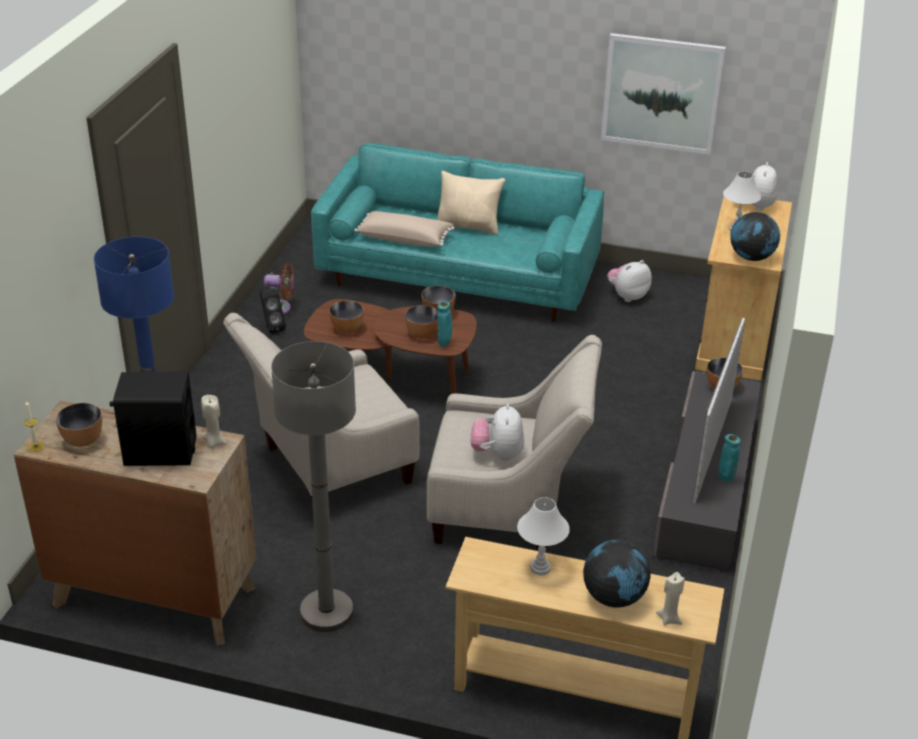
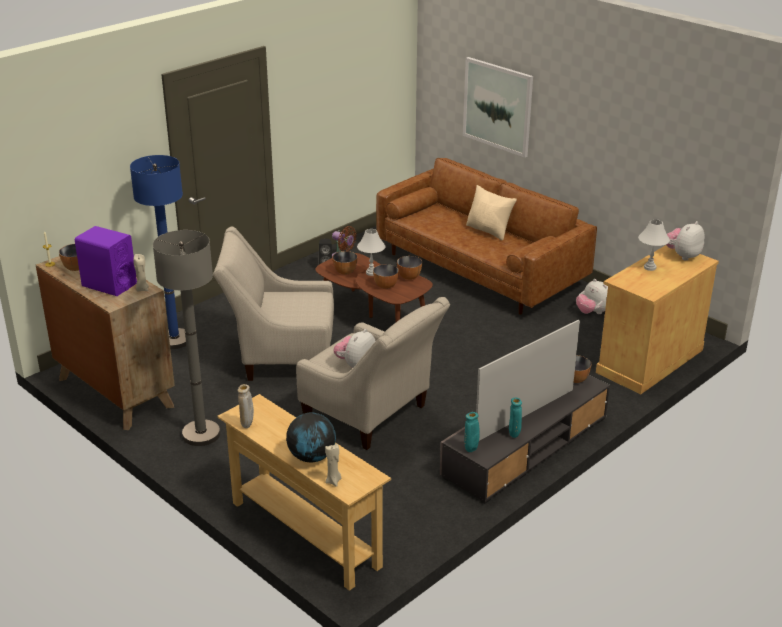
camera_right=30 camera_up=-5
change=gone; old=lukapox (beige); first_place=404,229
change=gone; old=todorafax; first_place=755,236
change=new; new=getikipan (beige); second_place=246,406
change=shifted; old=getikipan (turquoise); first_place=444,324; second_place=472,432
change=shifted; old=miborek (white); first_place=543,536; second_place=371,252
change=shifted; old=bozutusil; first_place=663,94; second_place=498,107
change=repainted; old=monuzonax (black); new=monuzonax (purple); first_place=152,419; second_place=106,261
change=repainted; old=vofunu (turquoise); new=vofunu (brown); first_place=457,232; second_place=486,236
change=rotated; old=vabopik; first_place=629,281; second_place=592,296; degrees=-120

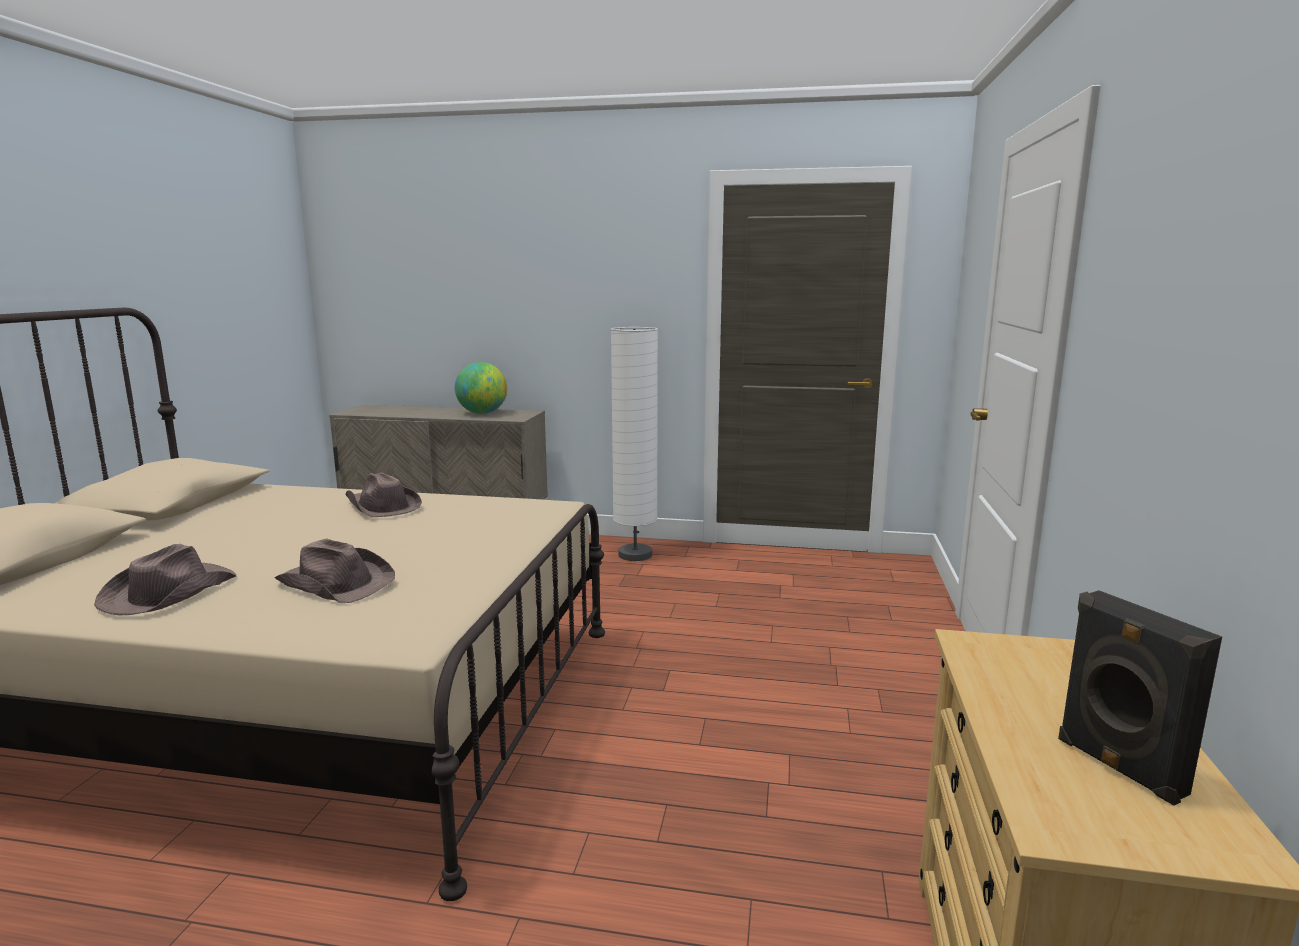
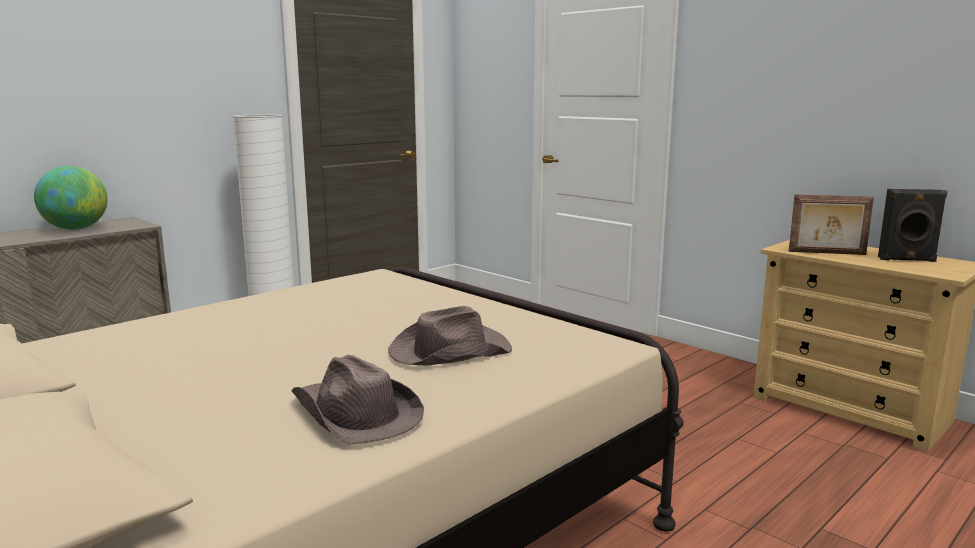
camera_right=-55 camera_up=0
change=gone; old=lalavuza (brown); first_place=384,495
change=new; new=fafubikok; second_place=831,224

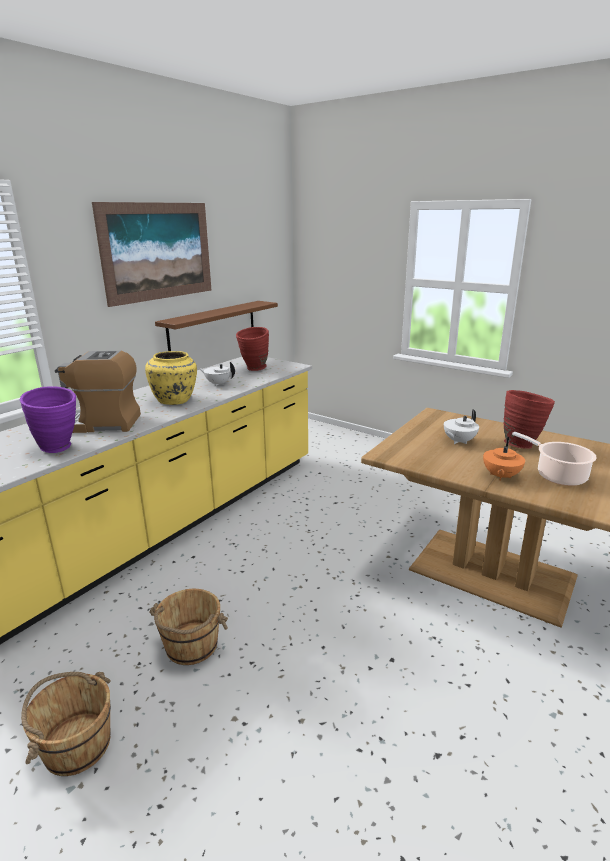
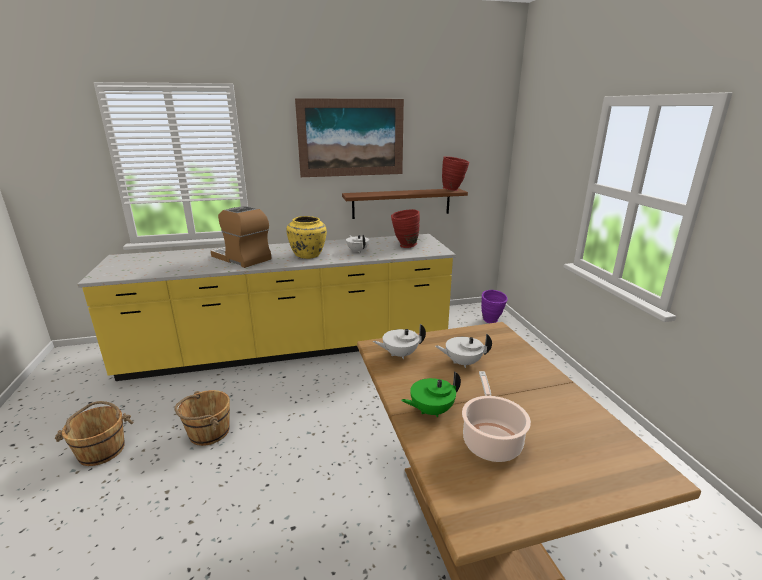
camera_right=40 camera_up=0
change=new; new=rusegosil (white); second_place=399,341
change=shifted; old=getikipan (purple); first_place=48,420; second_place=494,306
change=shifted; old=getikipan (red); first_place=529,419; second_place=455,173
change=repainted; old=rusegosil (orange); new=rusegosil (green); first_place=504,459; second_place=431,394

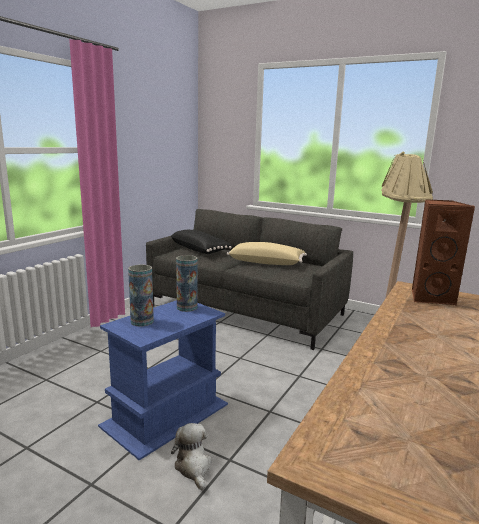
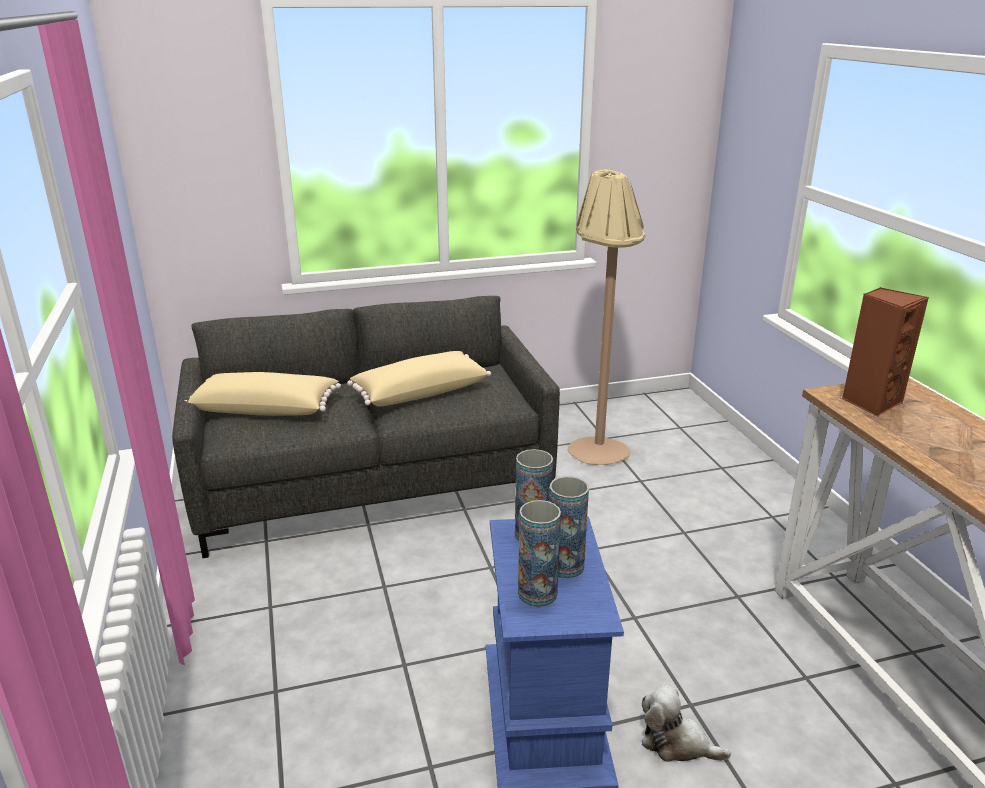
camera_right=-45 camera_up=10
change=new; new=getikipan; second_place=569,527
change=repainted; old=lukapox (black); new=lukapox (beige); first_place=201,242; second_place=263,394

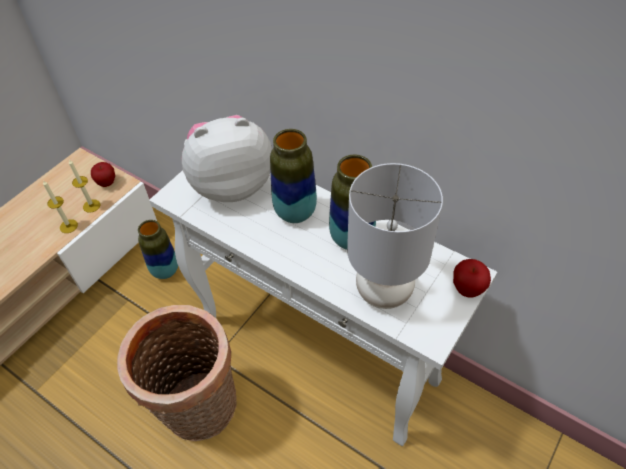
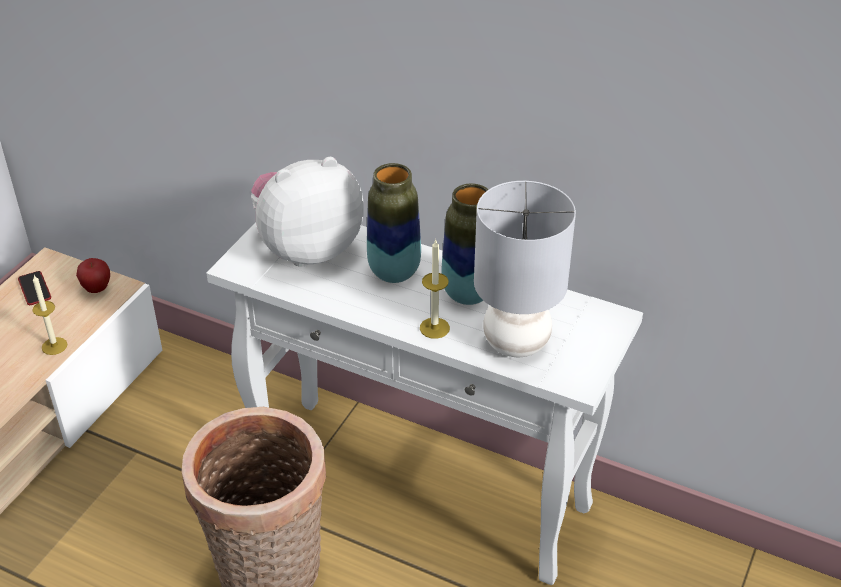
camera_right=-10 camera_up=-10
change=gone; old=getikipan; first_place=158,249
change=gone; old=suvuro; first_place=472,278
change=new; new=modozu; second_place=34,288
change=shifted; old=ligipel; first_place=84,186; second_place=435,289

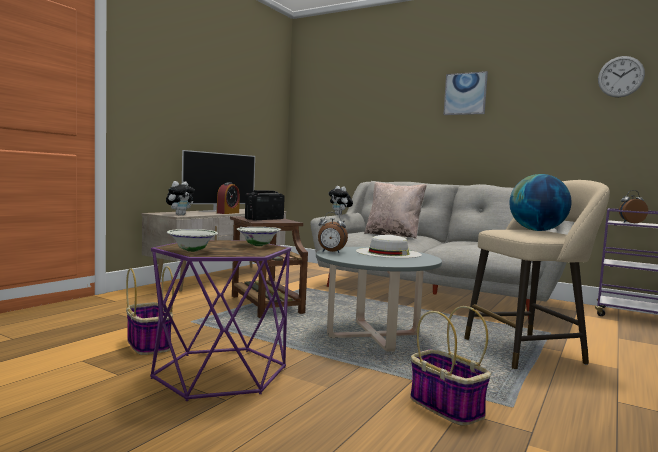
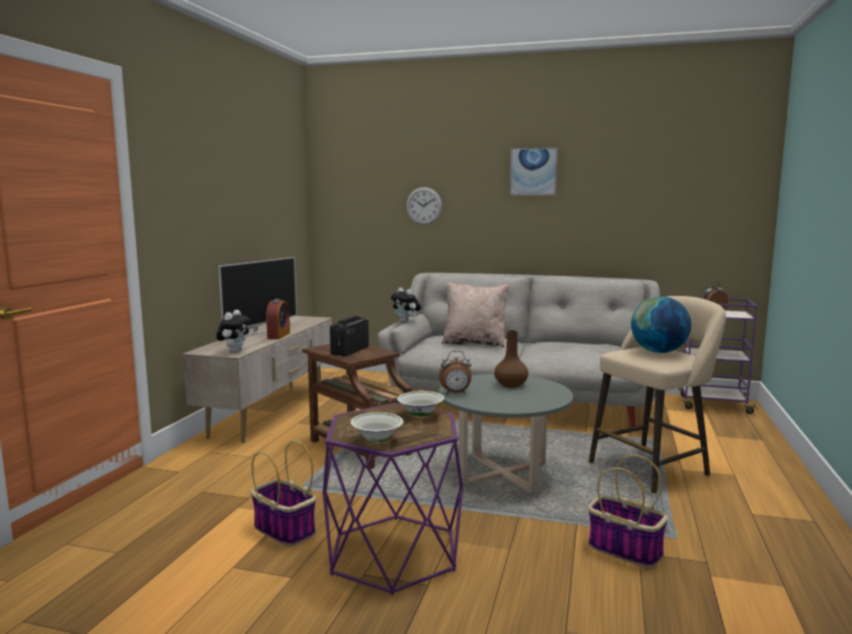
camera_right=-15 camera_up=5
change=shifted; old=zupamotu; first_place=621,76; second_place=424,206
change=swapped; old=lalavuza (white); new=getikipan (brown); first_place=389,246; second_place=511,359

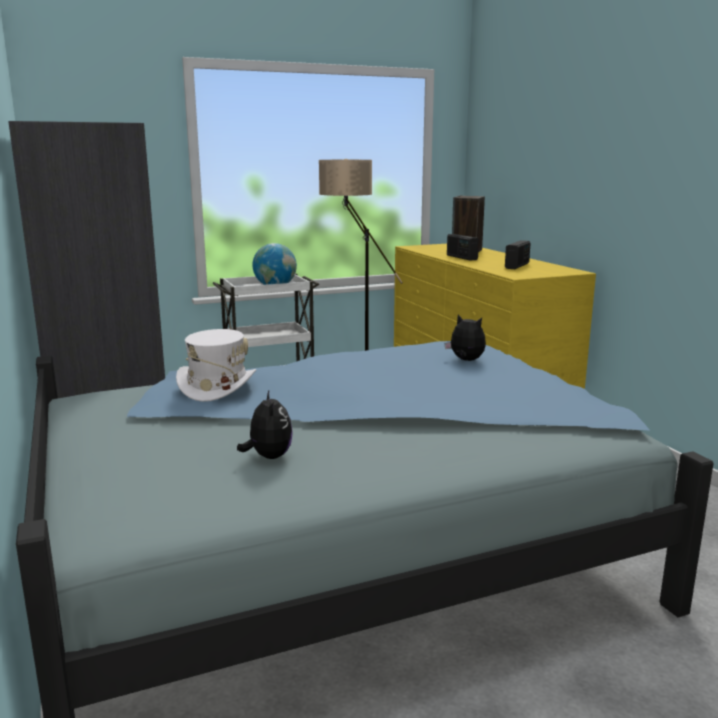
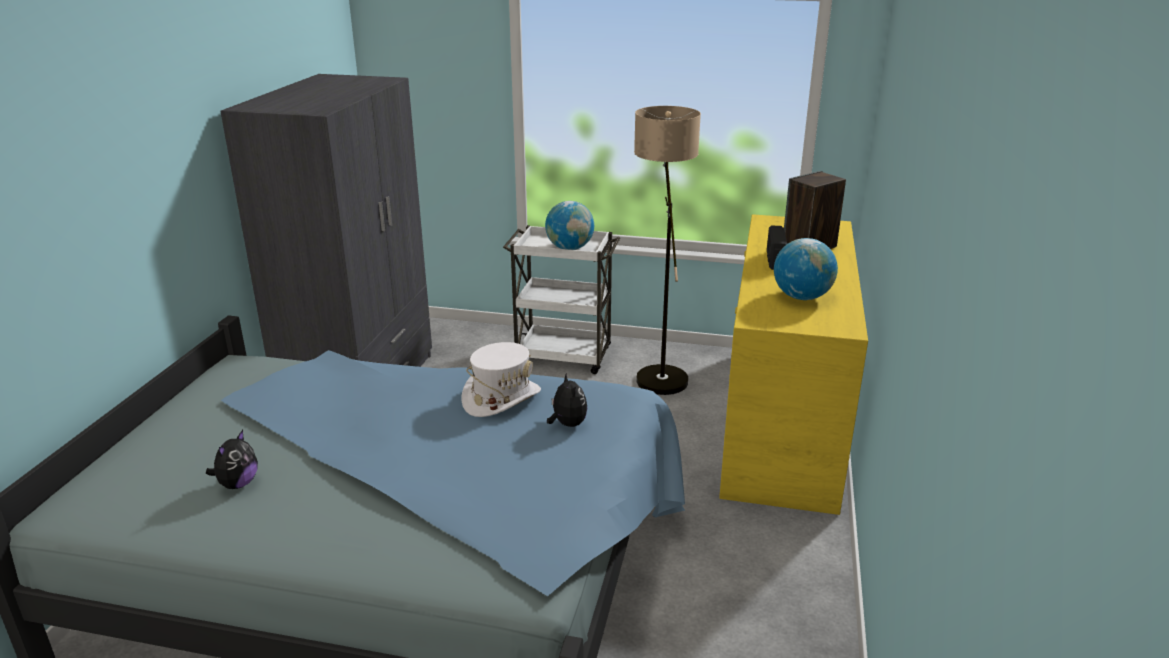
camera_right=35 camera_up=10
change=shifted; old=lalavuza (white); first_place=216,365; second_place=501,379
change=swapped; old=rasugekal; new=todorafax; first_place=518,254; second_place=806,269

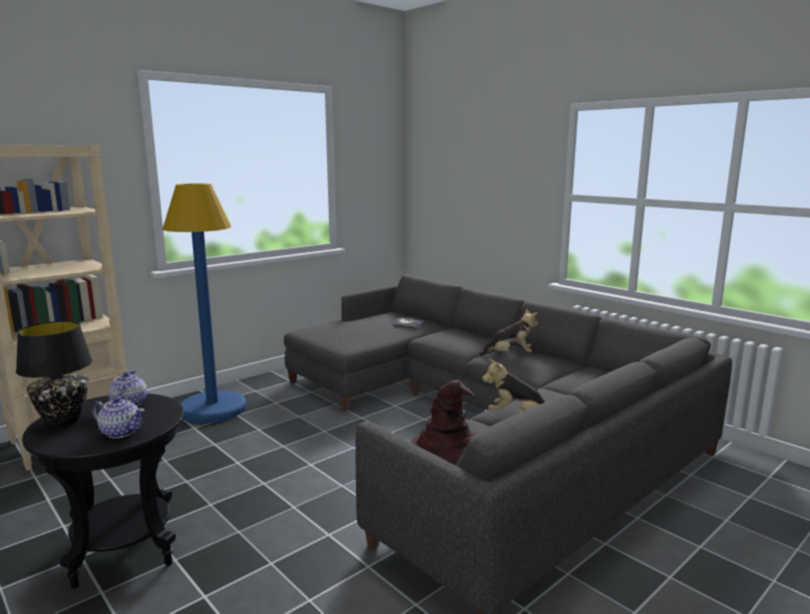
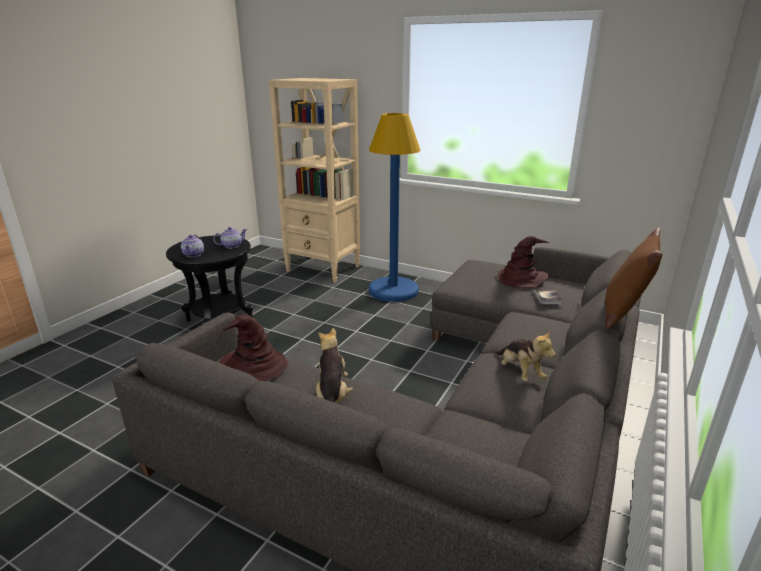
camera_right=70 camera_up=10
change=gone; old=miborek (black); first_place=54,374
change=new; new=lalavuza (brown); second_place=523,262
change=new; new=lukapox (brown); second_place=633,278

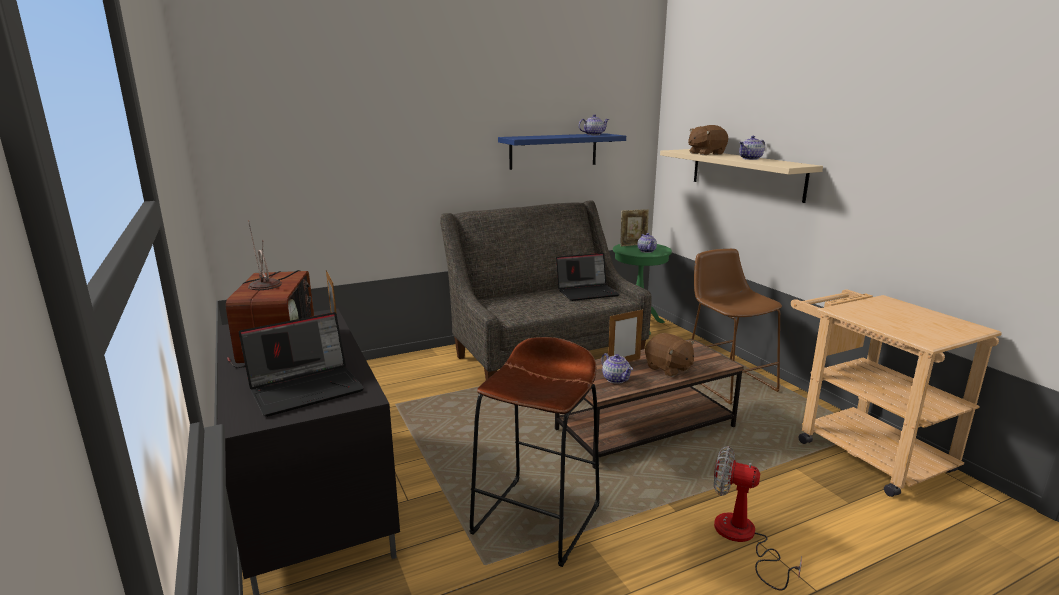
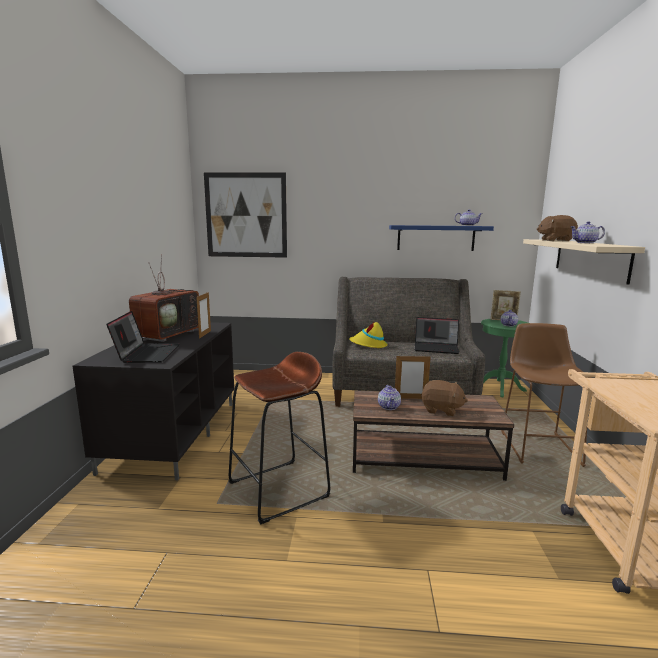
camera_right=30 camera_up=-5
change=gone; old=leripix; first_place=758,518
change=new; new=bozutusil; second_place=245,215
change=new; new=lalavuza (yellow); second_place=368,334
change=rotated; old=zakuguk; first_place=301,364; second_place=143,337; degrees=-90
change=rotated; old=vabopik (brown); first_place=670,355; second_place=444,398; degrees=-60

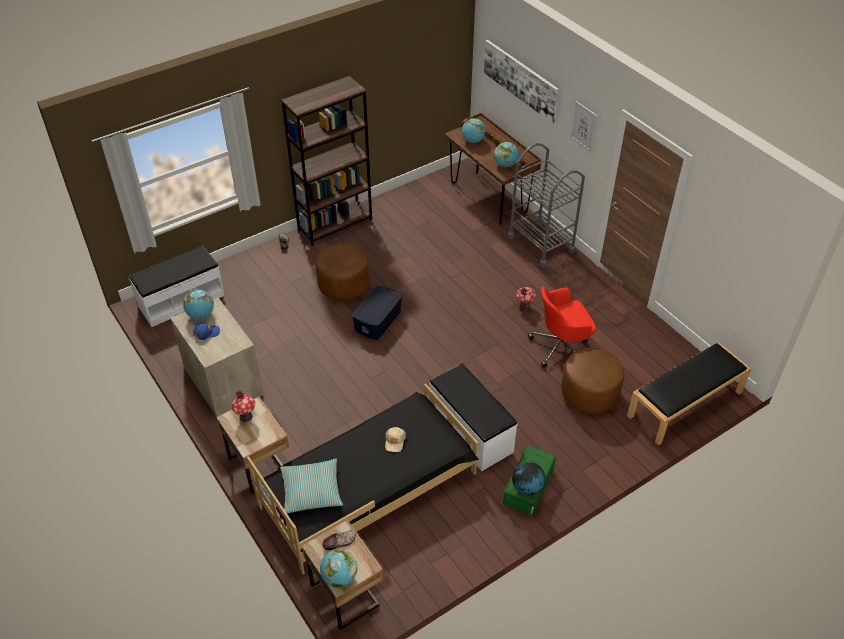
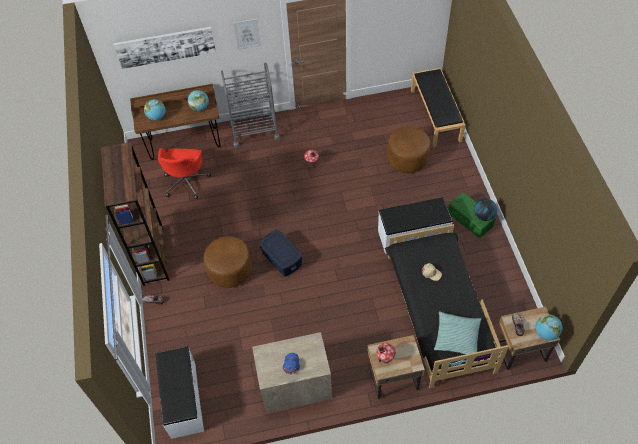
camera_right=-65 camera_up=10
change=gone; old=todorafax; first_place=198,304
change=shifted; old=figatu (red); first_place=562,327; second_place=184,173

